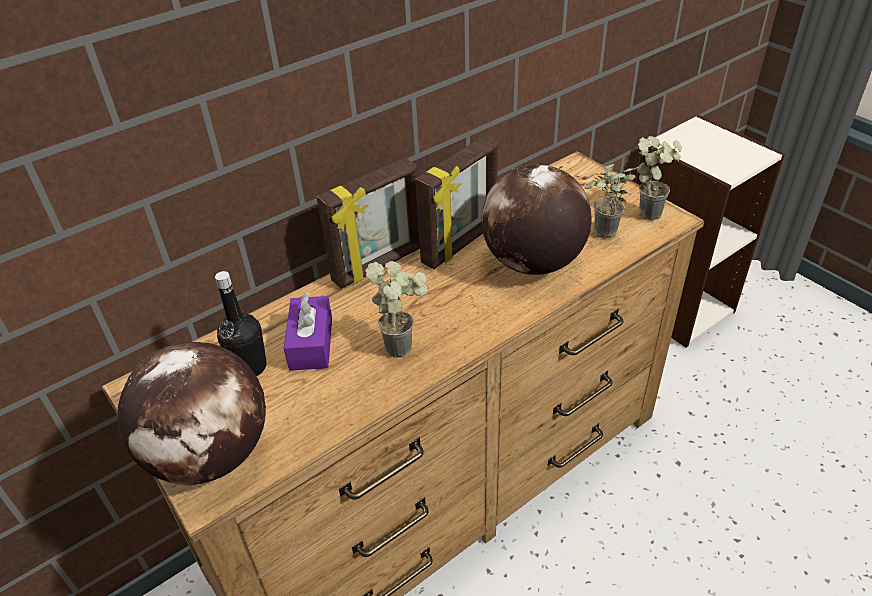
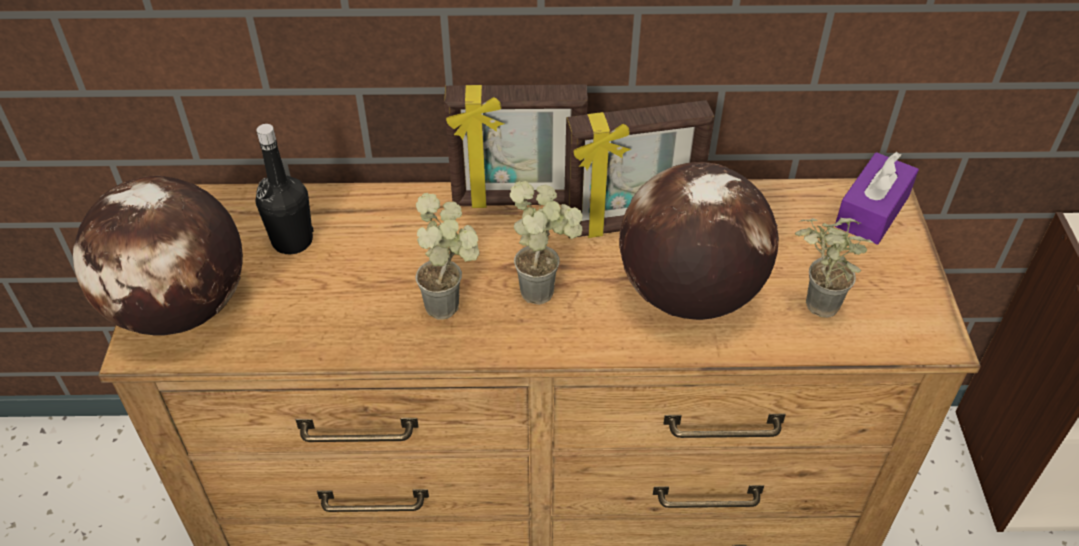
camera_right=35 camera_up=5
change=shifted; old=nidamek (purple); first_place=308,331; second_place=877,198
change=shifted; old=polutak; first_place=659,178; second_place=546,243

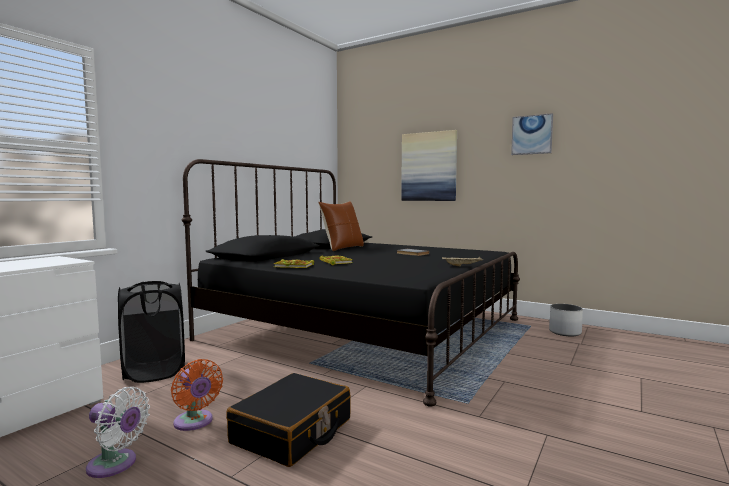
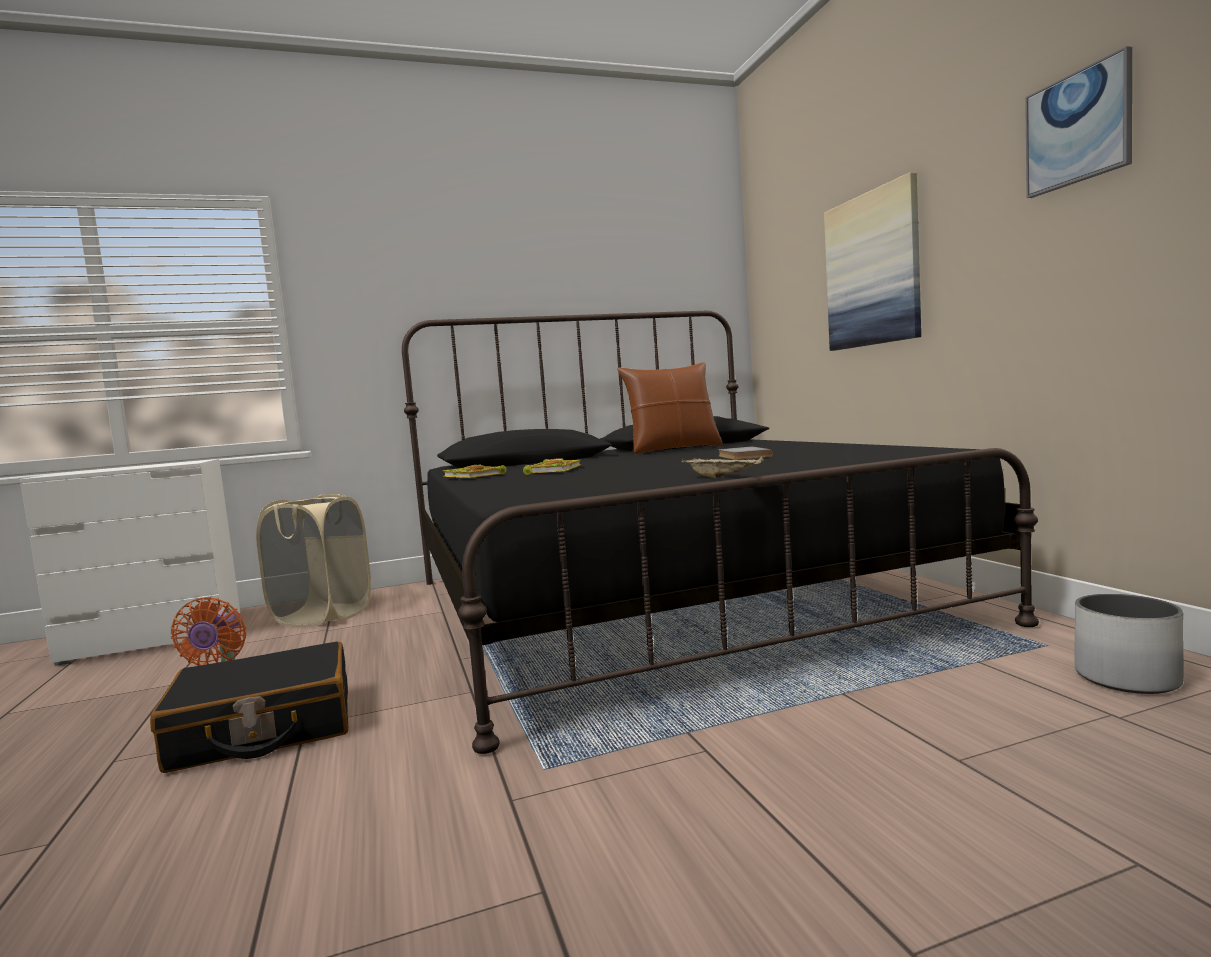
camera_right=40 camera_up=0
change=gone; old=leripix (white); first_place=118,432
change=repainted; old=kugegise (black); new=kugegise (beige); first_place=151,332; second_place=313,560

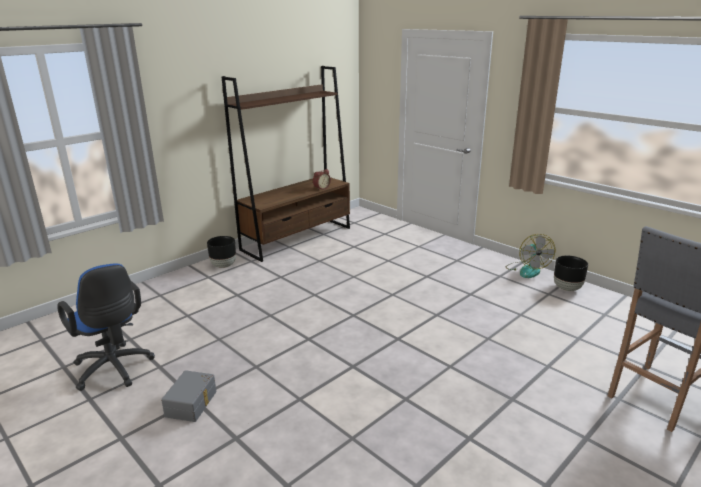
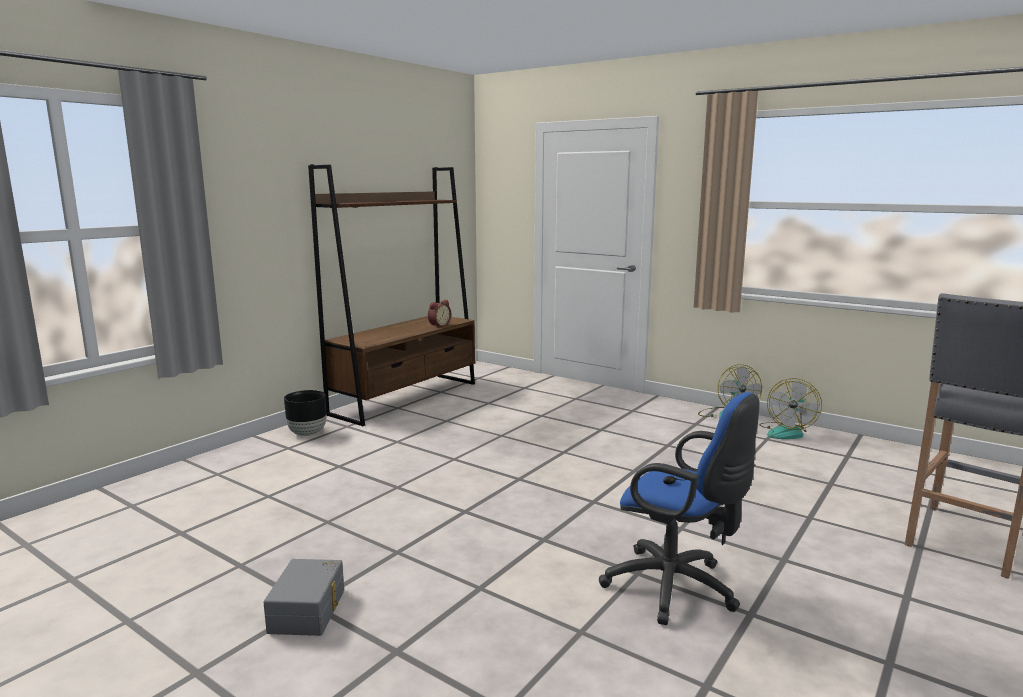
camera_right=-10 camera_up=-10
change=shifted; old=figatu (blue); first_place=106,327; second_place=679,508
change=swapped; old=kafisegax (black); new=leripix; first_place=571,273; second_place=790,408

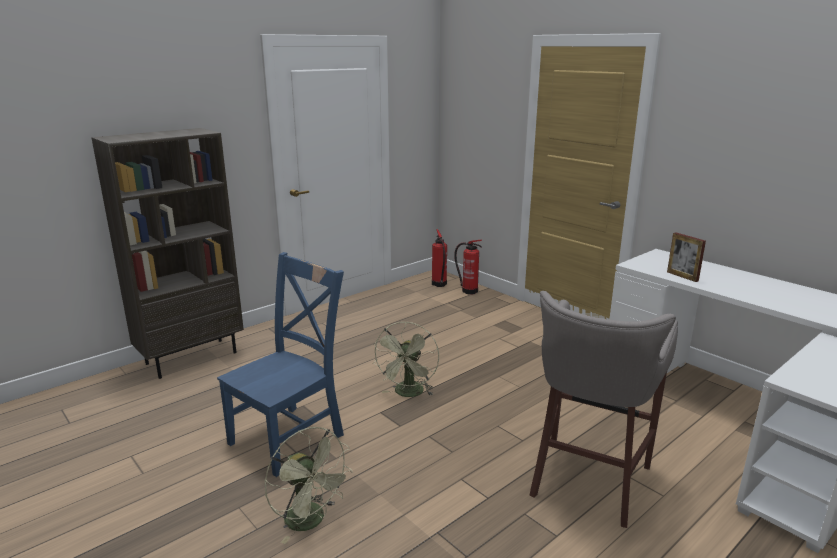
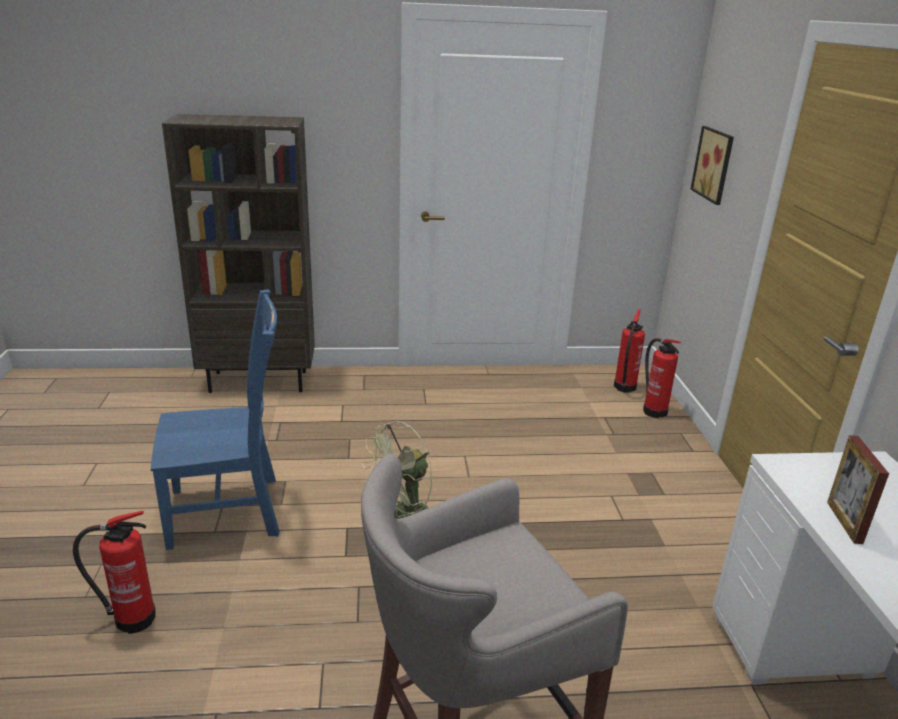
camera_right=35 camera_up=5
change=new; new=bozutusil; second_place=712,165
change=swapped; old=leripix (green); new=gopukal; first_place=309,485; second_place=114,572

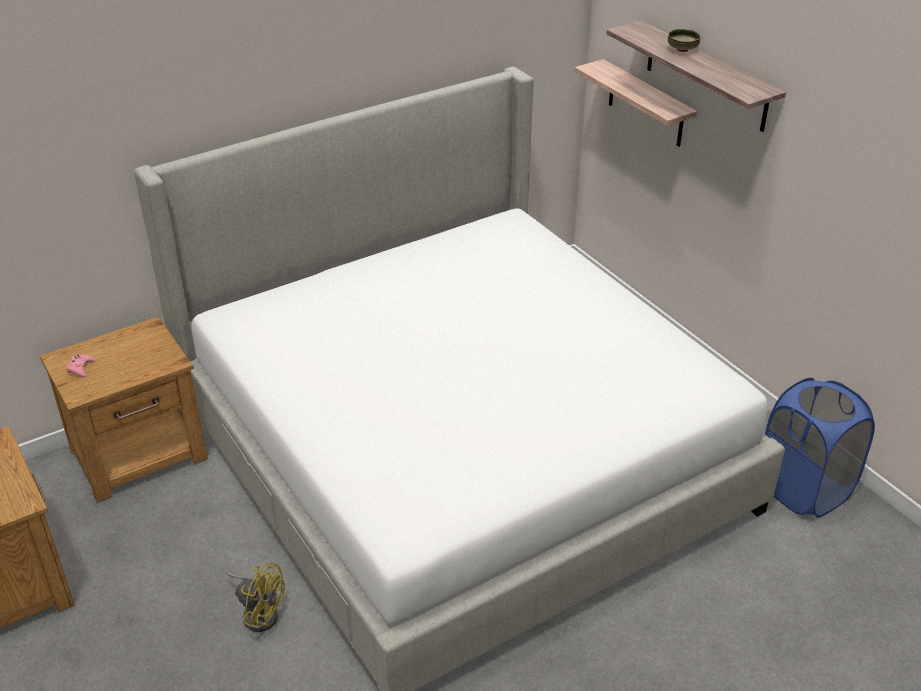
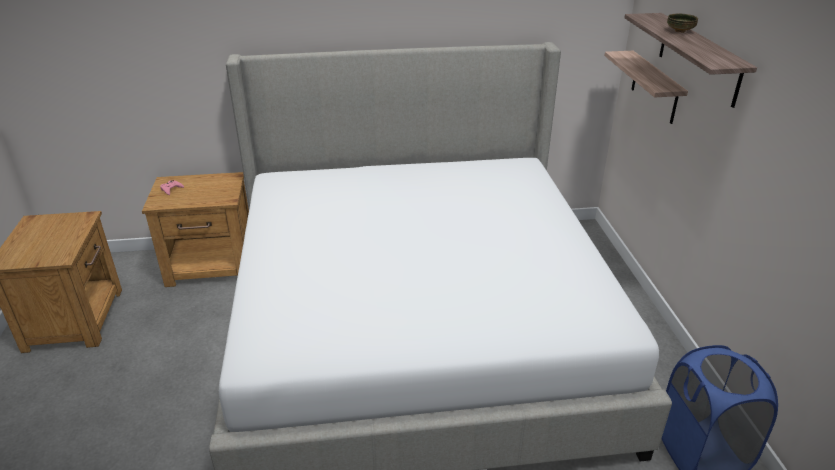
camera_right=25 camera_up=-5
change=gone; old=leripix (yellow); first_place=255,597

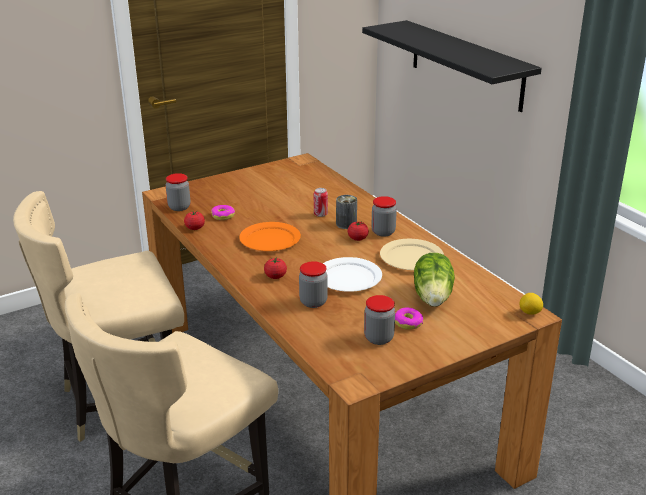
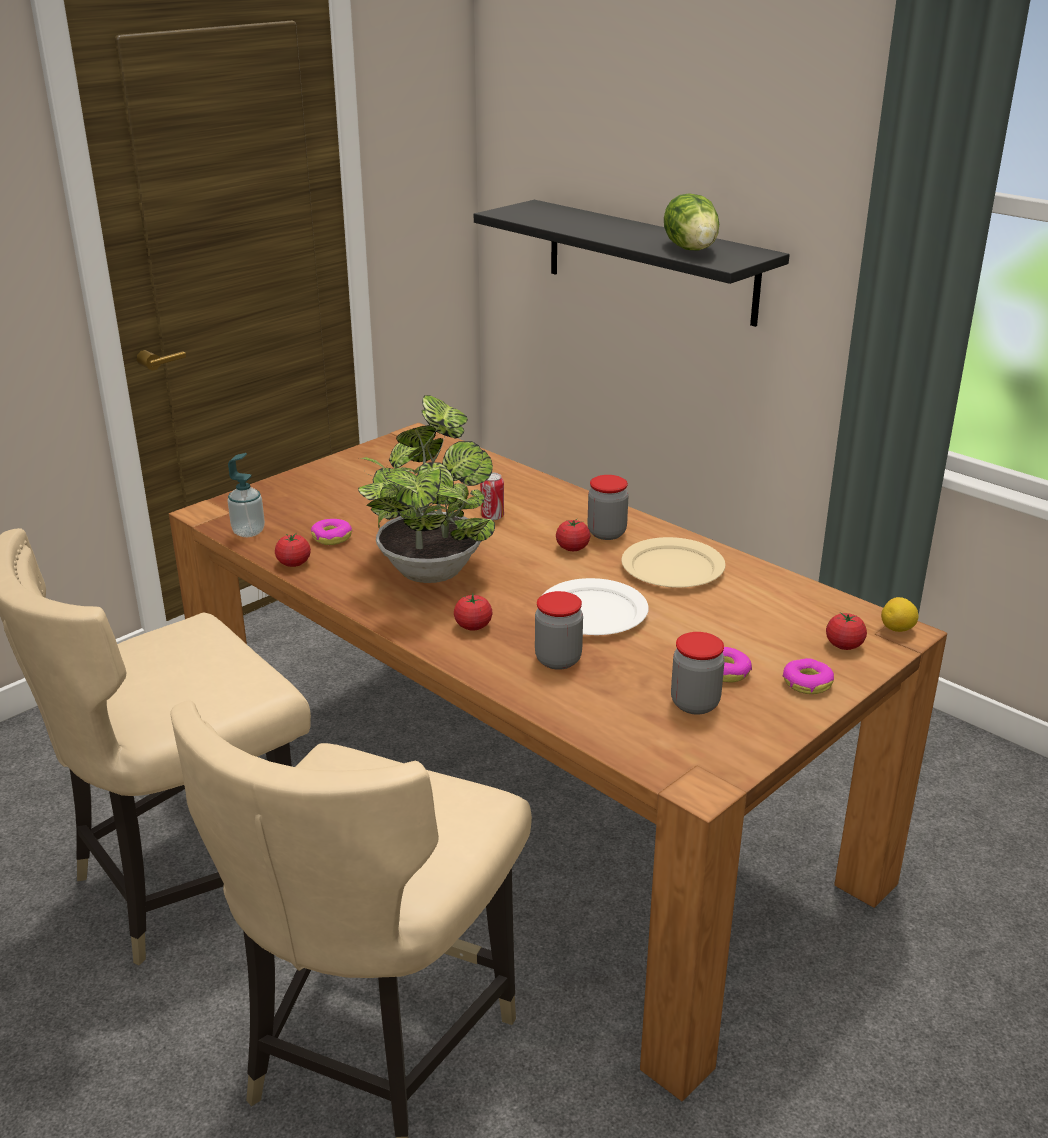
camera_right=-15 camera_up=0
change=gone; old=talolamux; first_place=346,212
change=new; new=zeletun; second_place=808,676
change=new; new=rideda; second_place=846,631
change=shifted; old=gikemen; first_place=434,280; second_place=691,222
change=swapped; old=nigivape; new=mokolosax; first_place=178,192; second_place=246,495
change=swapped; old=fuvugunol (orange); new=polutak; first_place=270,236; second_place=426,489

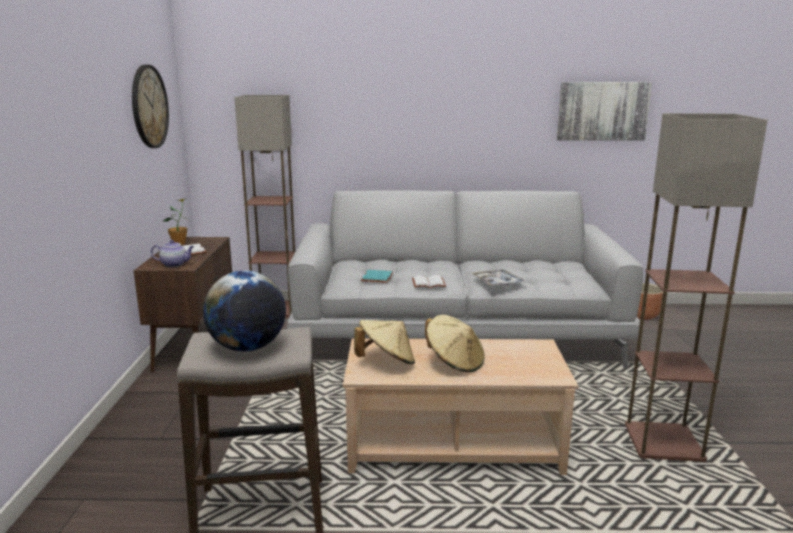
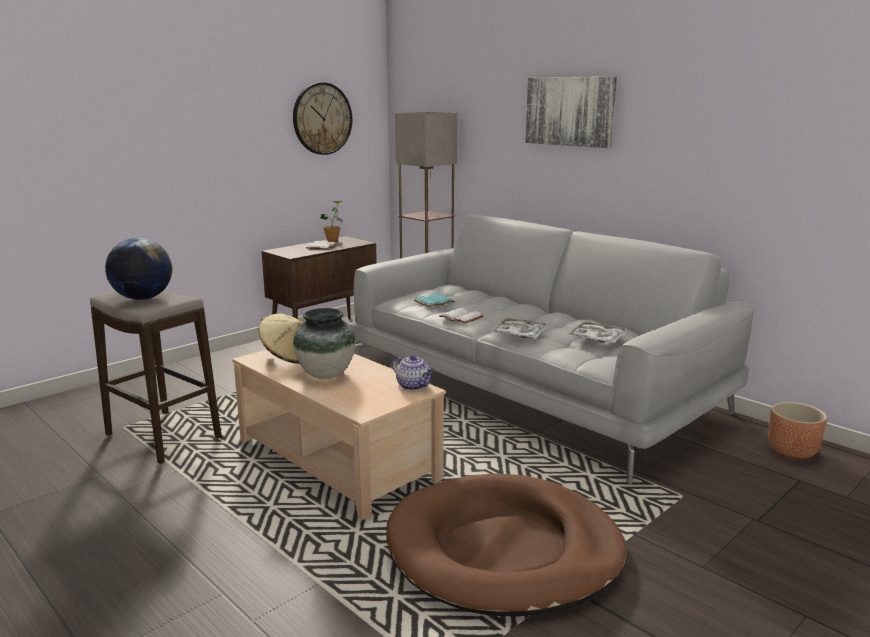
camera_right=45 camera_up=0
change=new; new=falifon; second_place=597,332
change=shifted; old=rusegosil; first_place=172,253; second_place=413,372
change=shifted; old=bozutusil; first_place=604,111; second_place=571,112
change=swapped; old=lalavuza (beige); new=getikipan; first_place=455,344; second_place=324,343
change=swapped; old=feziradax; new=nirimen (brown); first_place=696,287; second_place=507,545

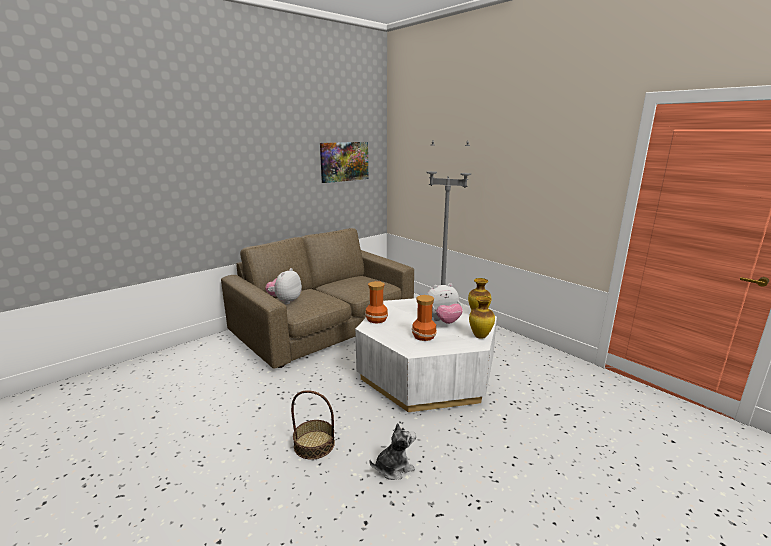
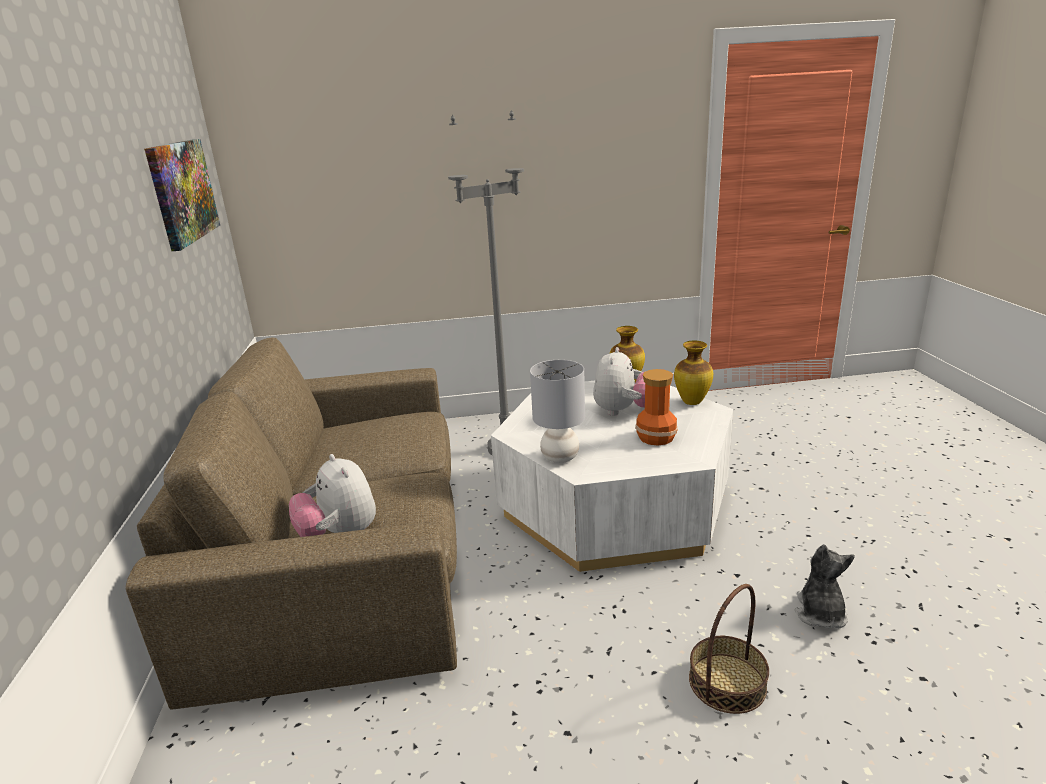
camera_right=-55 camera_up=5
change=swapped; old=getikipan; new=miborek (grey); first_place=376,302; second_place=557,411

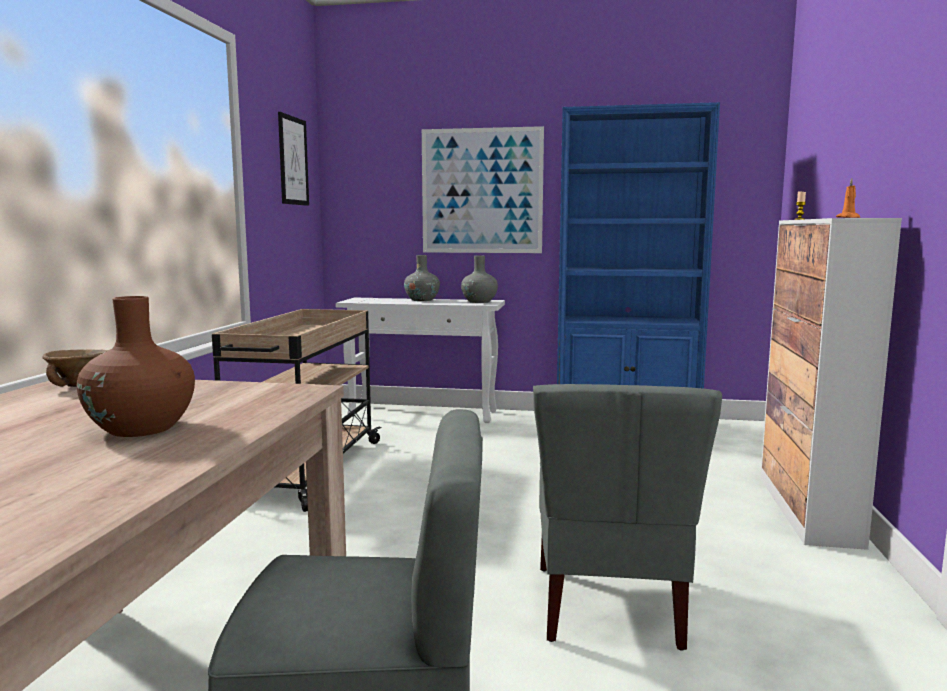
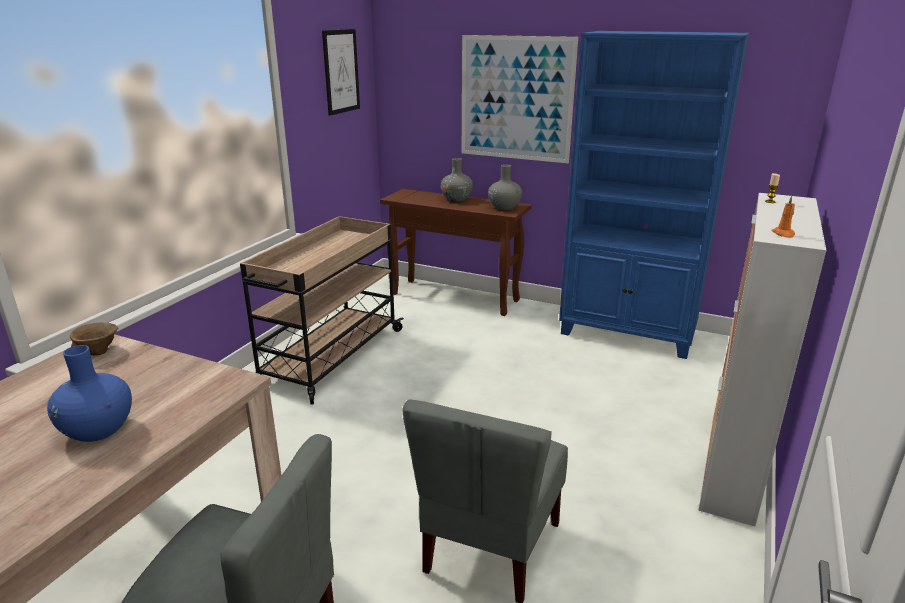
camera_right=15 camera_up=15
change=repainted; old=getikipan (brown); new=getikipan (blue); first_place=136,366; second_place=89,393
change=repainted; old=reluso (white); new=reluso (brown); first_place=420,360; second_place=456,252

